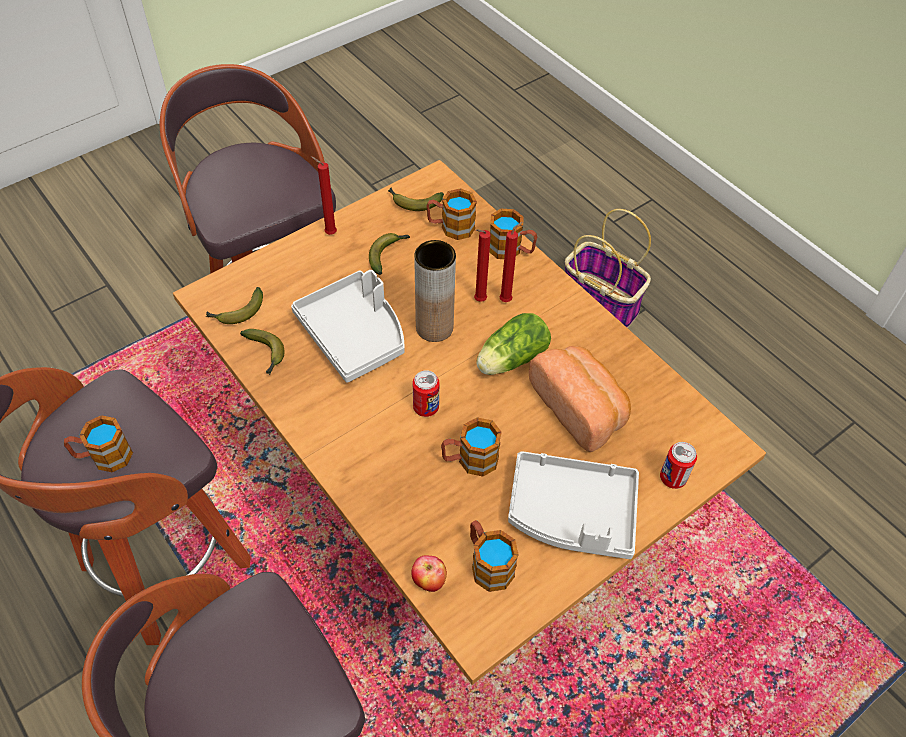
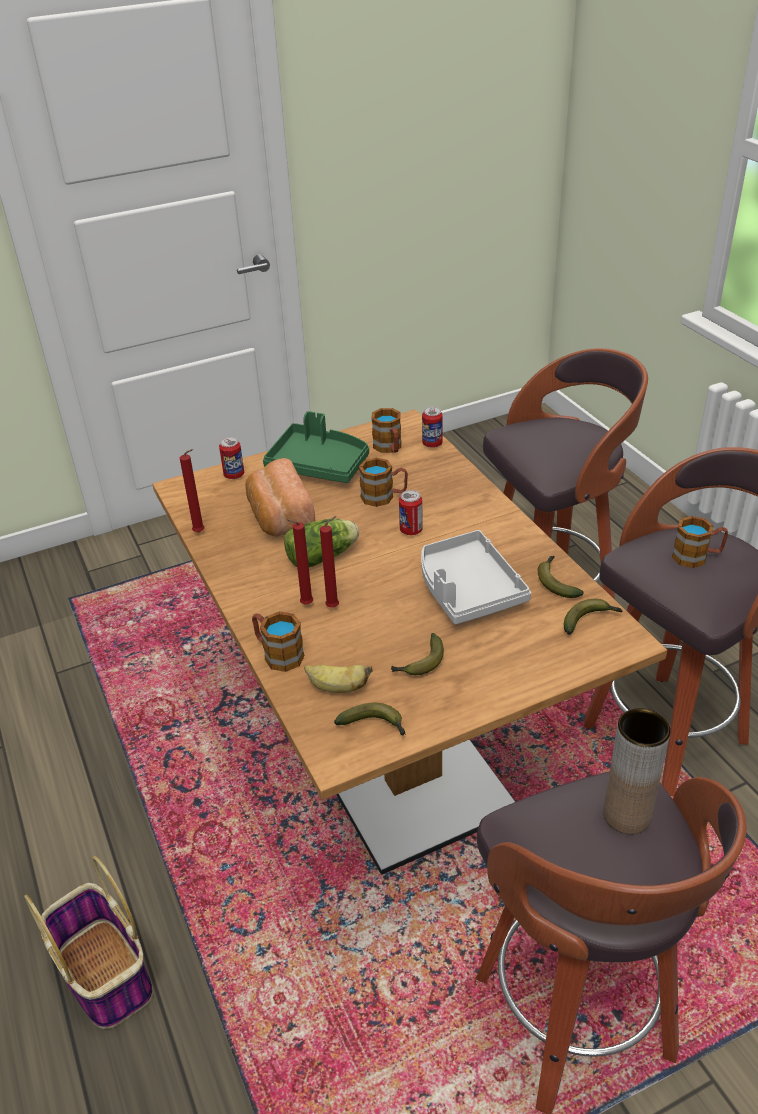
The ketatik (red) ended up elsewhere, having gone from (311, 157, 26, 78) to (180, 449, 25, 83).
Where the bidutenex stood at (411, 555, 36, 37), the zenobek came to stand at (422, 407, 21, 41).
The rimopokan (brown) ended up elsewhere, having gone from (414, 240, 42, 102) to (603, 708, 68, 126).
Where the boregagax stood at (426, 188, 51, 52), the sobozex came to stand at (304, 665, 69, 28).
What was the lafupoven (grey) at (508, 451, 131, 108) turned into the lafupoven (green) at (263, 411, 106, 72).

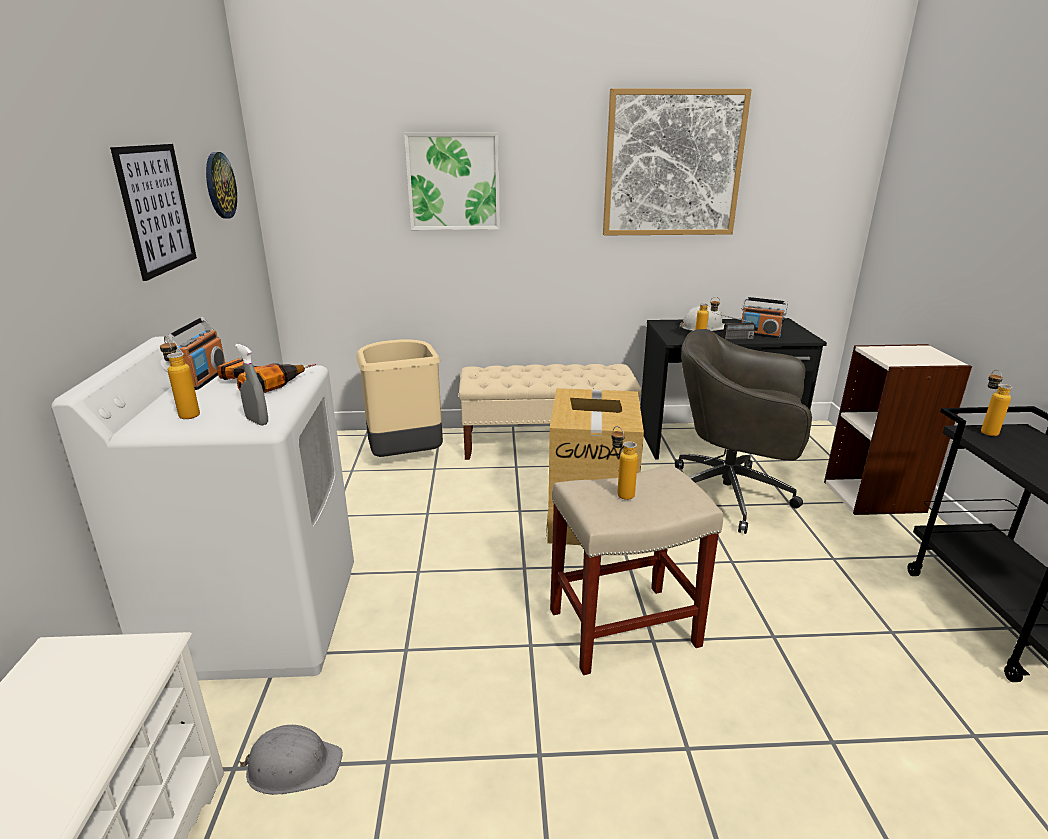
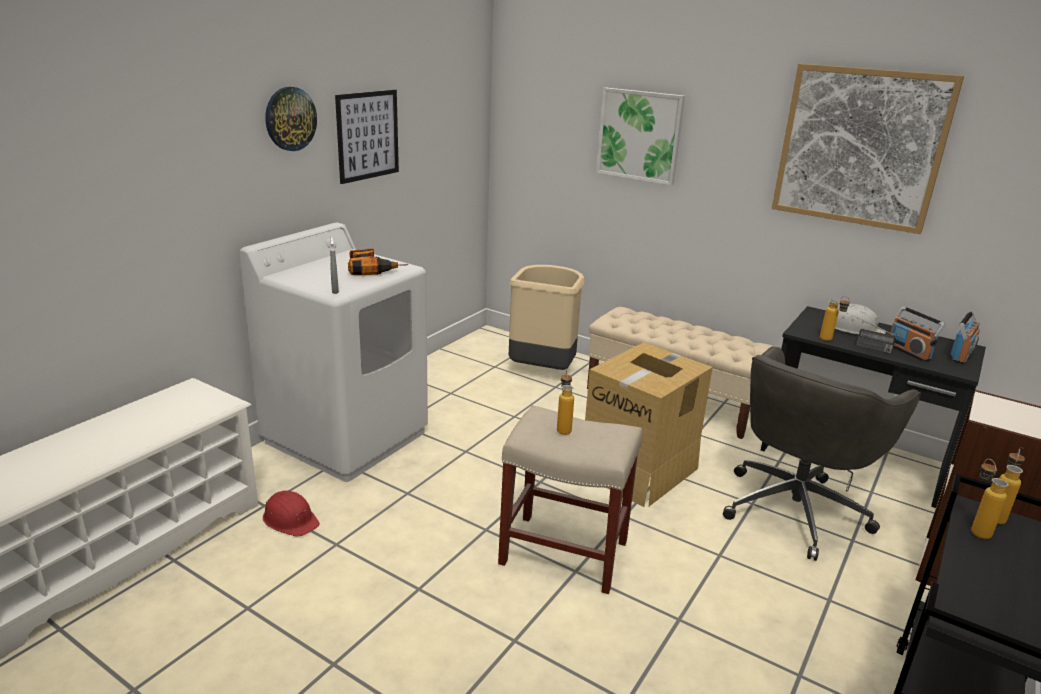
The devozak ended up elsewhere, having gone from (160, 336, 40, 83) to (971, 459, 38, 80).
The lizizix ended up elsewhere, having gone from (165, 317, 60, 73) to (951, 311, 29, 54).
The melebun ended up elsewhere, having gone from (206, 152, 31, 67) to (265, 87, 52, 64).
What was the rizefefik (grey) at (239, 725, 104, 70) turned into the rizefefik (red) at (263, 491, 57, 46).
The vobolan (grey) at (675, 329, 137, 205) ended up facing another way, 105 degrees counterclockwise from before.

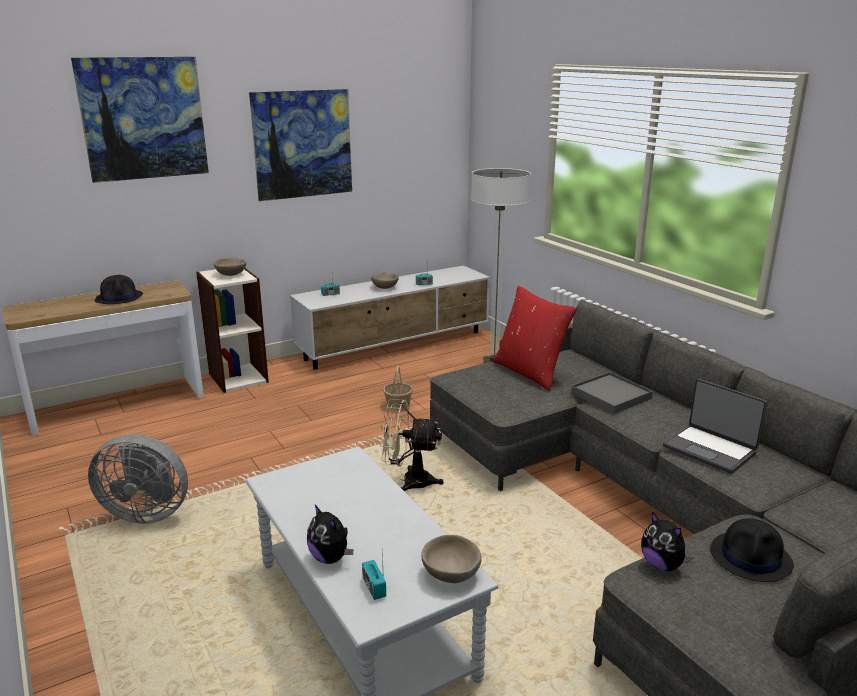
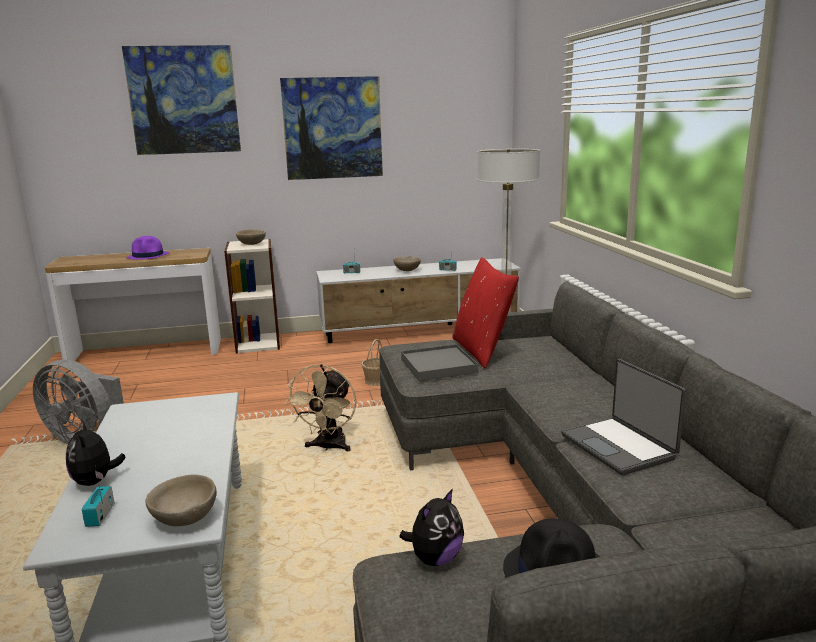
What was the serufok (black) at (95, 275, 48, 29) turned into the serufok (purple) at (126, 236, 43, 23).
The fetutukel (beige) at (380, 399, 64, 92) ended up facing another way, 105 degrees counterclockwise from before.
The lafupoven (grey) ended up elsewhere, having gone from (571, 372, 82, 42) to (401, 344, 77, 37).
The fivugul at (641, 512, 52, 59) ended up facing another way, 120 degrees counterclockwise from before.

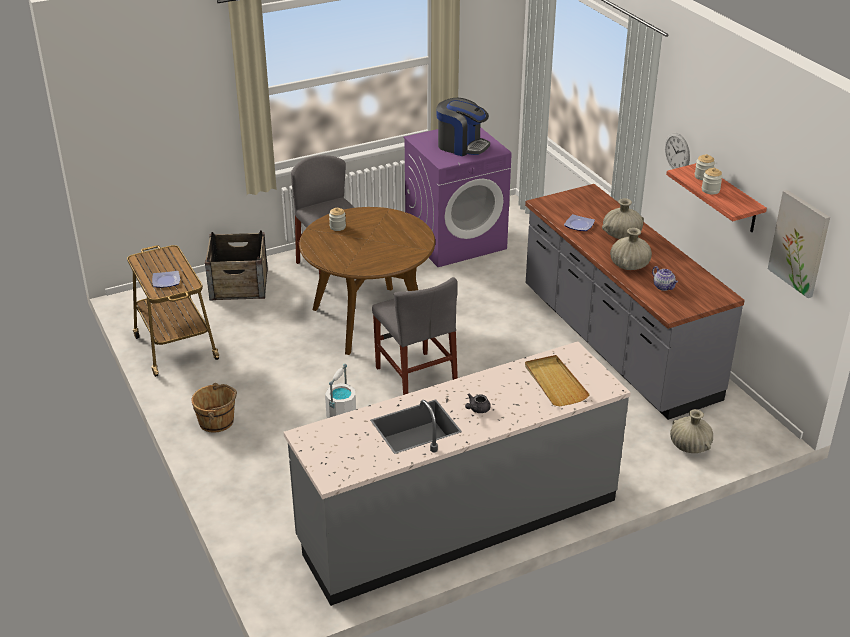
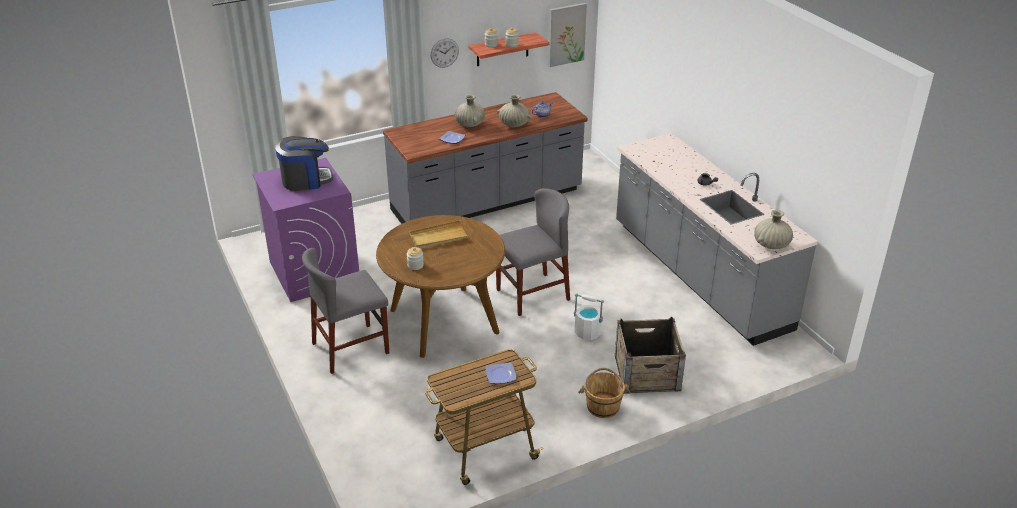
The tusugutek ended up elsewhere, having gone from (205, 230, 63, 70) to (615, 317, 71, 77).
The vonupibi at (436, 98, 54, 58) ended up facing another way, 45 degrees clockwise from before.
The lafupoven (beige) ended up elsewhere, having gone from (525, 355, 65, 51) to (410, 220, 59, 29).
The rimopokan (beige) ended up elsewhere, having gone from (670, 409, 43, 44) to (754, 210, 39, 39).

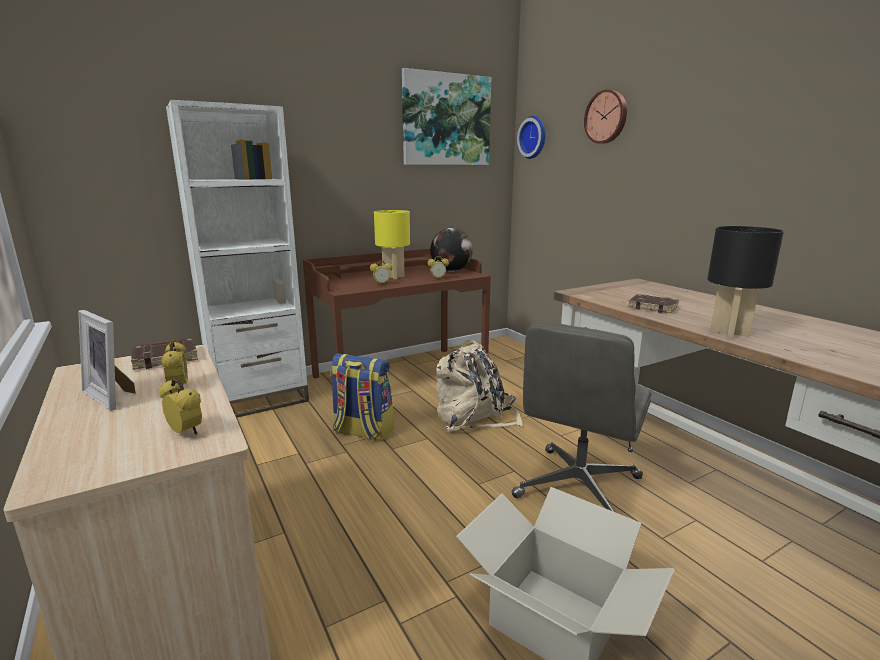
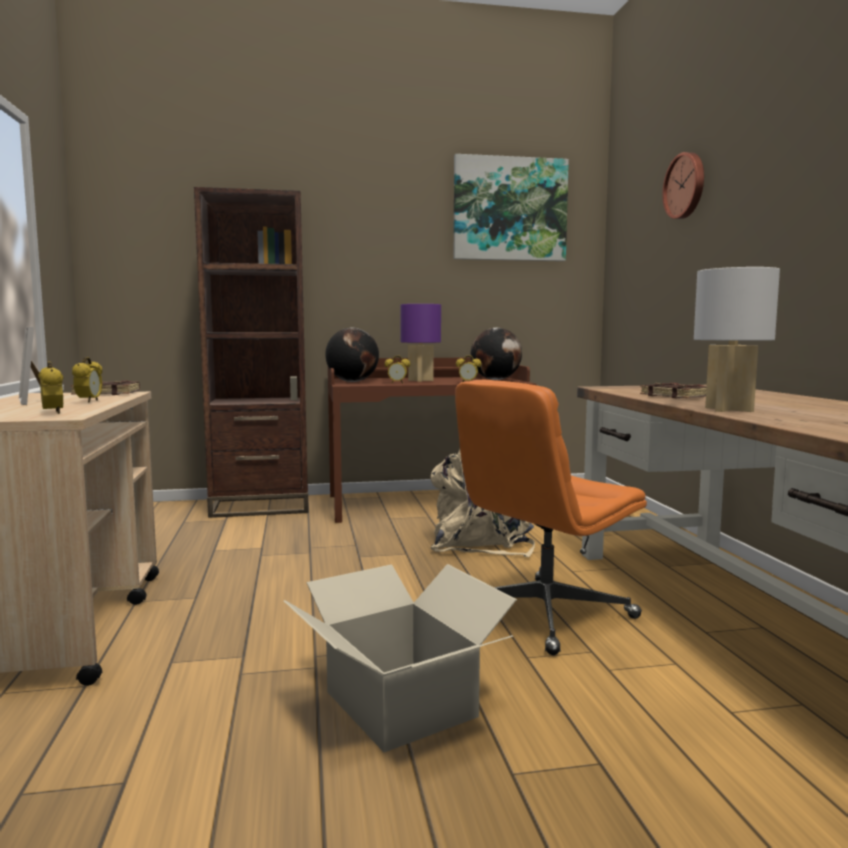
What was the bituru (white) at (166, 100, 143, 318) turned into the bituru (brown) at (194, 187, 115, 331).
The second view lost the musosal at (330, 353, 63, 88).
What was the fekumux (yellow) at (374, 210, 36, 69) turned into the fekumux (purple) at (400, 304, 41, 78).
What was the vobolan (grey) at (512, 322, 139, 191) turned into the vobolan (orange) at (455, 380, 192, 275).
The second view lost the melebun at (517, 116, 29, 43).
What was the fekumux (black) at (707, 226, 77, 113) turned into the fekumux (white) at (694, 267, 86, 145).
The second view gained the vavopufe at (325, 327, 54, 55).

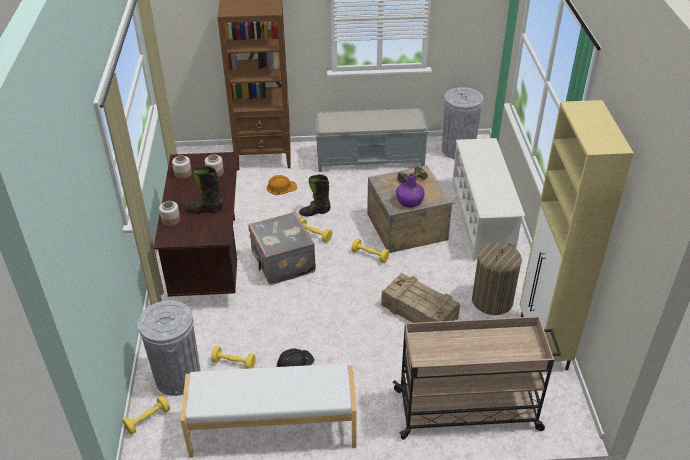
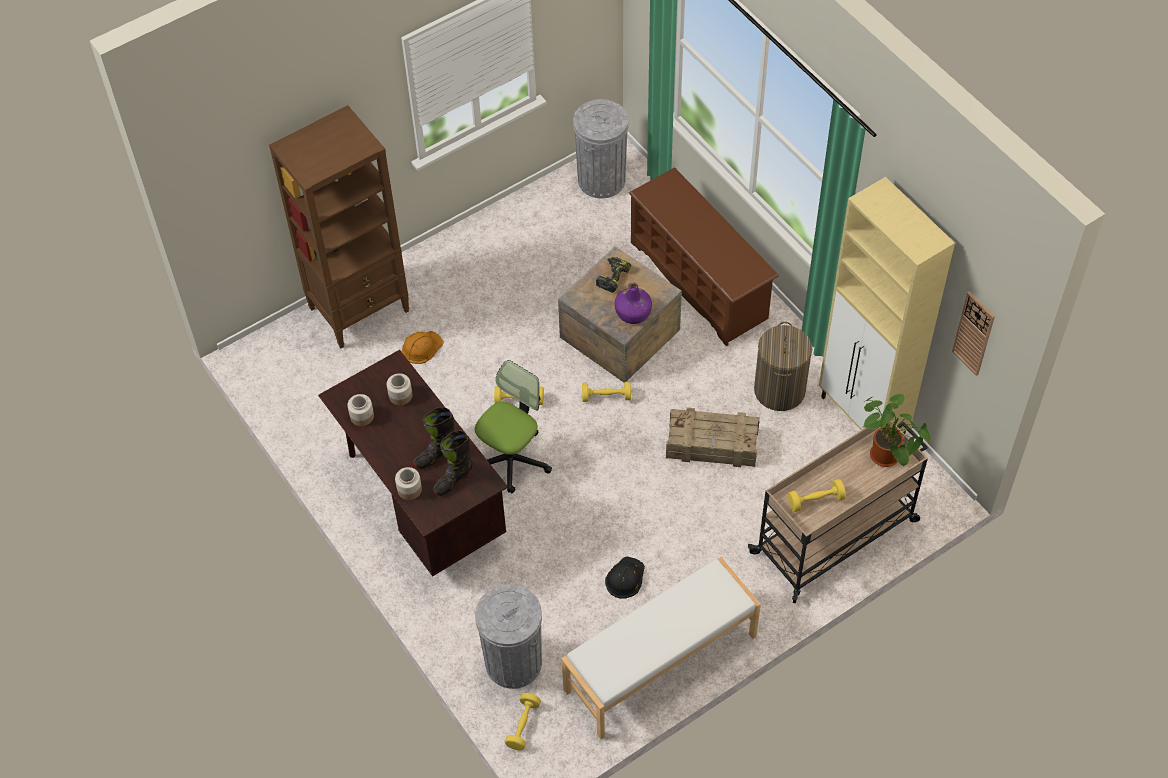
The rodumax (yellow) ended up elsewhere, having gone from (211, 346, 45, 23) to (788, 479, 58, 33).
Where the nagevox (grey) stood at (248, 212, 68, 73), the vobolan came to stand at (475, 360, 77, 133).
The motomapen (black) ended up elsewhere, having gone from (299, 174, 32, 42) to (433, 430, 40, 66).
The second view lost the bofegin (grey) at (315, 108, 114, 64).
What was the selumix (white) at (452, 138, 73, 123) turned into the selumix (brown) at (629, 168, 150, 178).
The second view gained the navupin at (862, 394, 69, 73).
The second view gained the melebun at (952, 291, 43, 85).

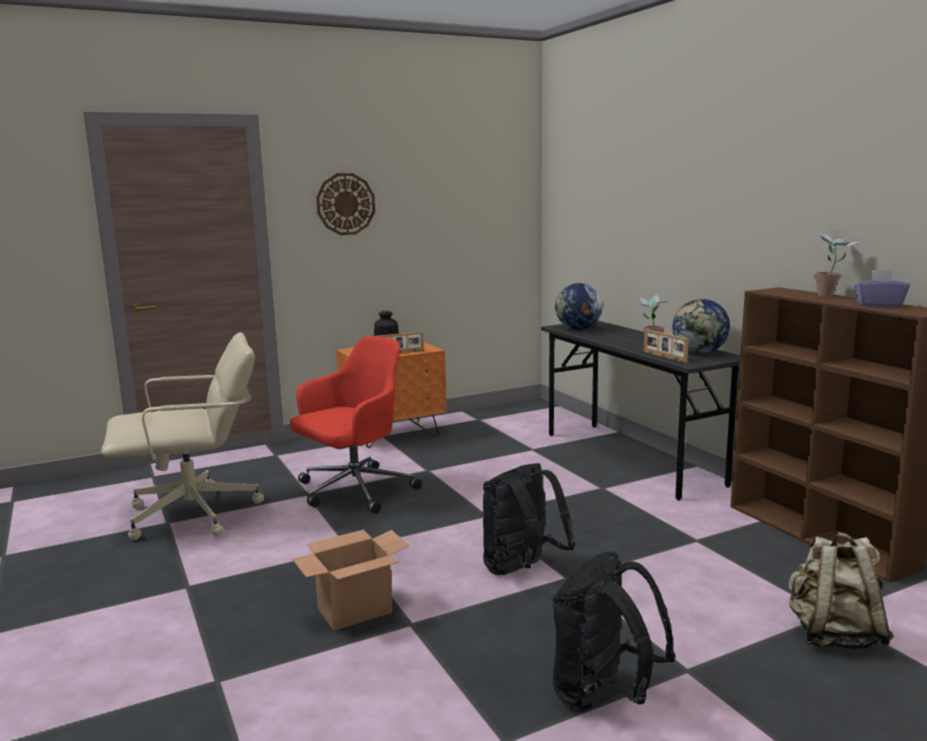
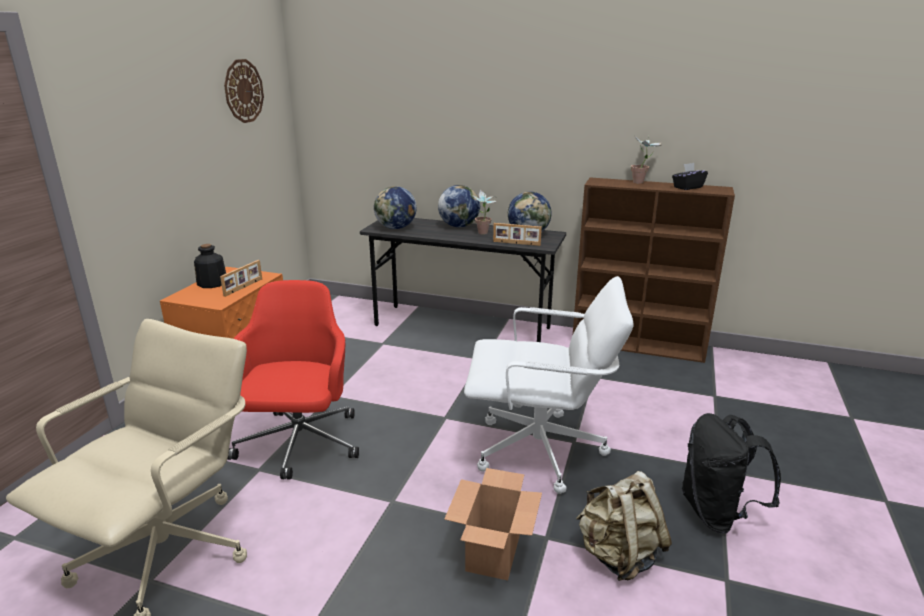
The melebun ended up elsewhere, having gone from (316, 173, 59, 62) to (224, 59, 40, 64).
Where the musosal (black) stood at (483, 463, 92, 112), the vobolan (white) came to stand at (464, 276, 169, 218).
The musosal (beige) ended up elsewhere, having gone from (788, 532, 106, 118) to (576, 471, 96, 110).
What was the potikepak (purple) at (854, 270, 56, 37) turned into the potikepak (black) at (672, 163, 36, 27).
The second view gained the vavopufe at (438, 185, 42, 42).

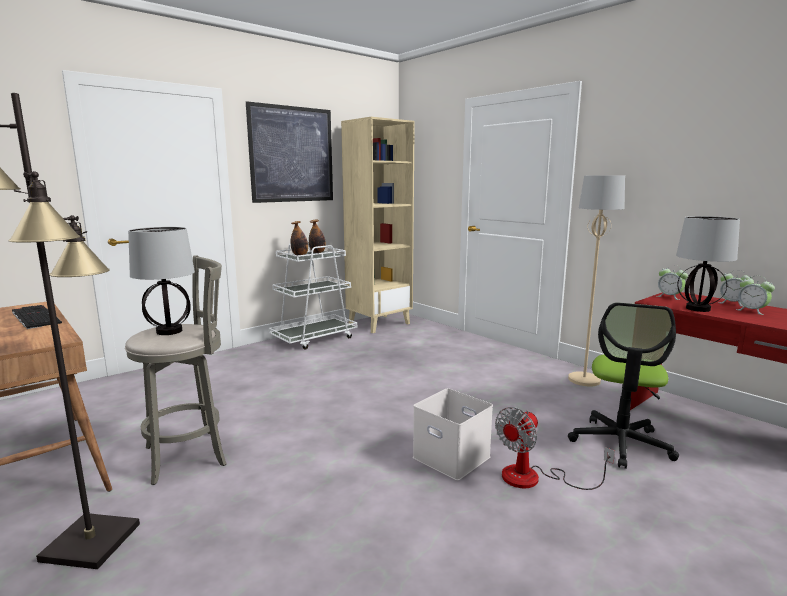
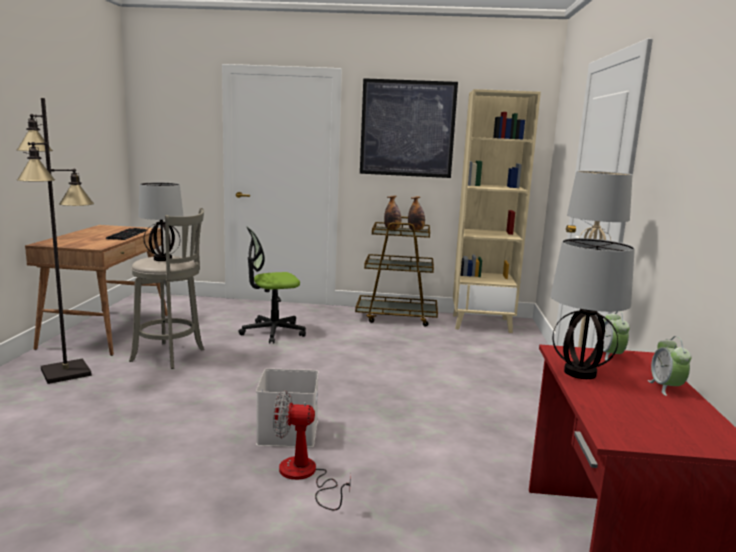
What was the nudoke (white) at (269, 242, 88, 108) turned into the nudoke (brown) at (355, 217, 83, 110).
The vobolan ended up elsewhere, having gone from (568, 302, 111, 167) to (239, 227, 67, 117).
The second view lost the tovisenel at (735, 276, 40, 39).

